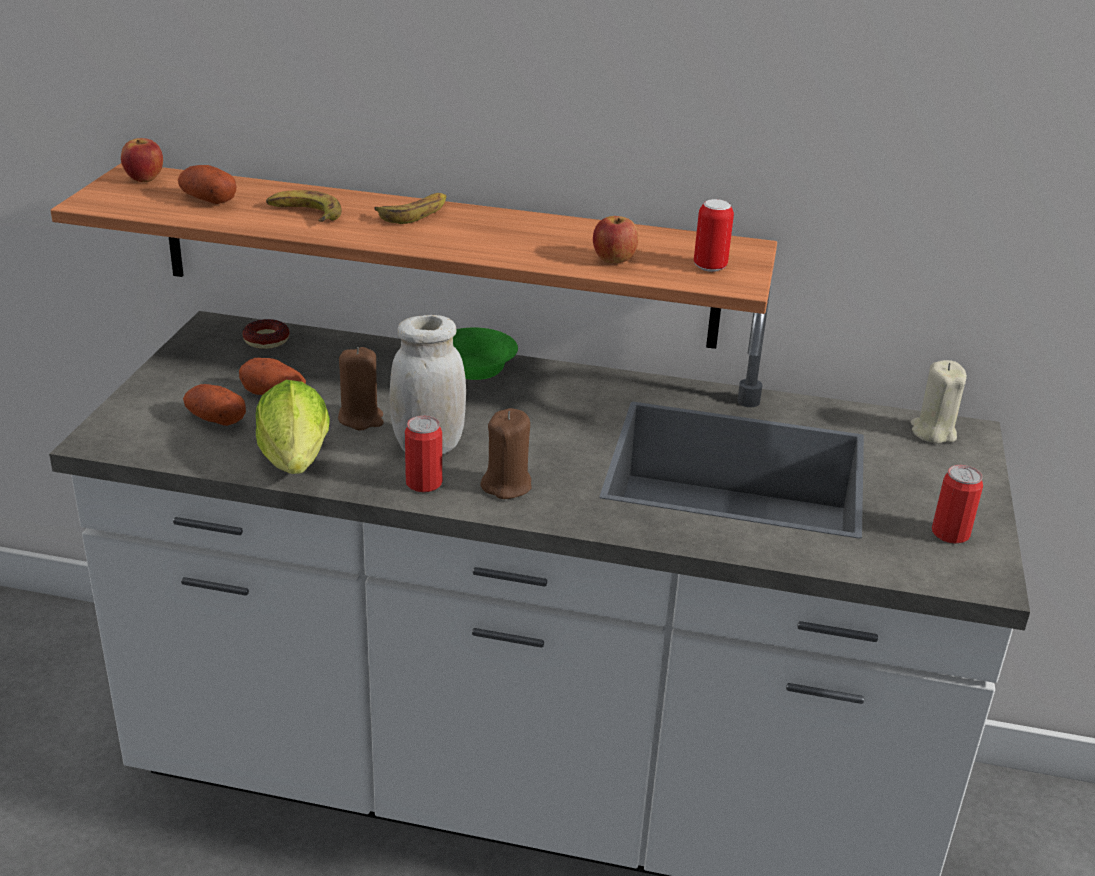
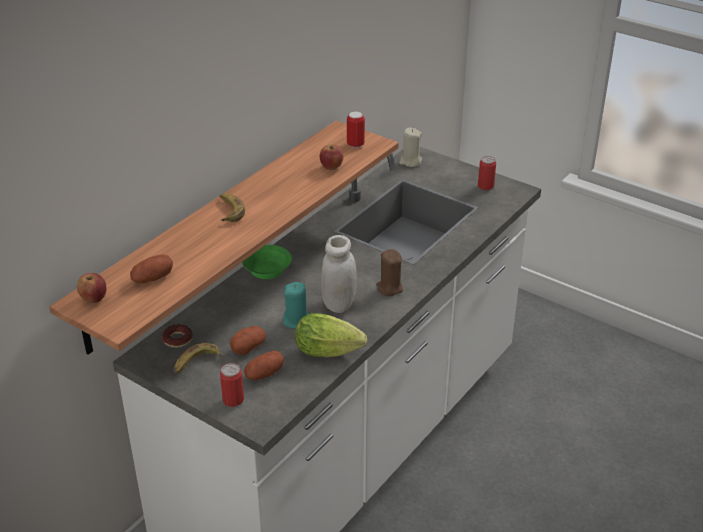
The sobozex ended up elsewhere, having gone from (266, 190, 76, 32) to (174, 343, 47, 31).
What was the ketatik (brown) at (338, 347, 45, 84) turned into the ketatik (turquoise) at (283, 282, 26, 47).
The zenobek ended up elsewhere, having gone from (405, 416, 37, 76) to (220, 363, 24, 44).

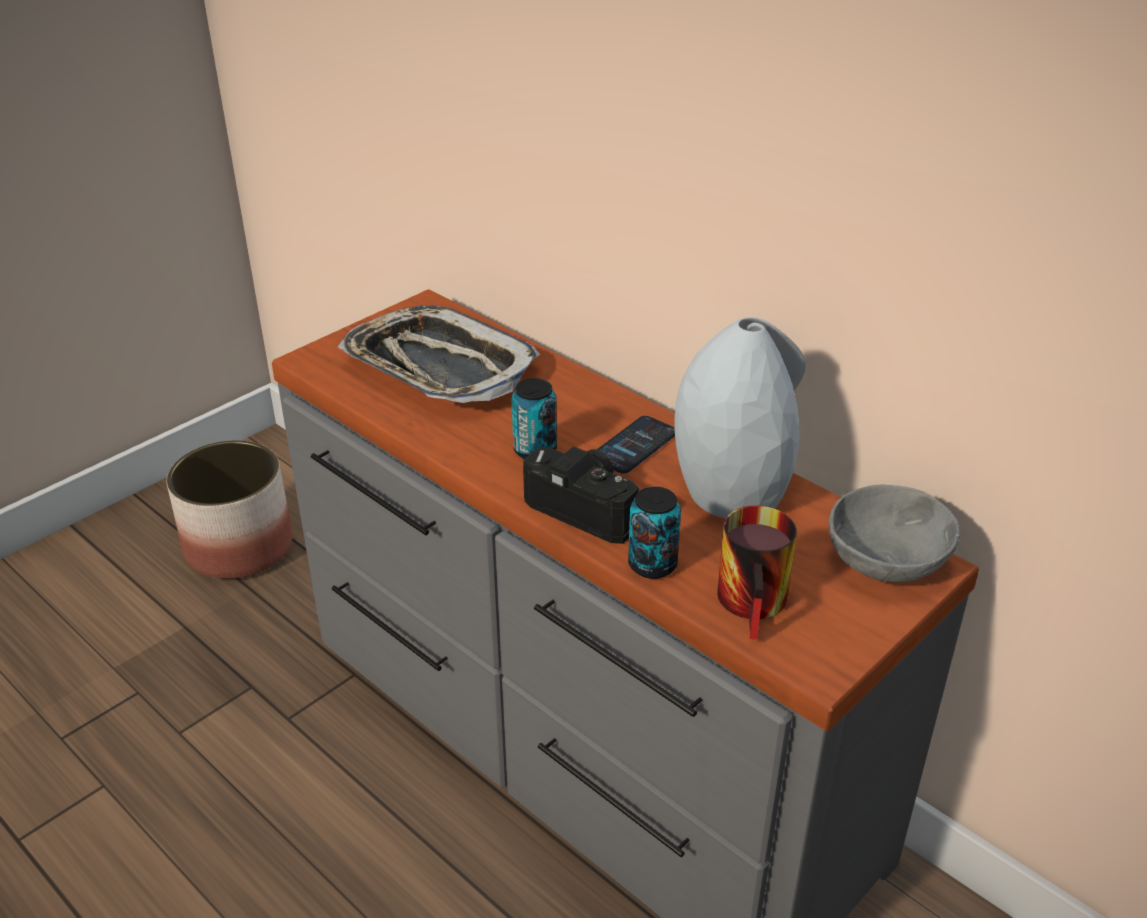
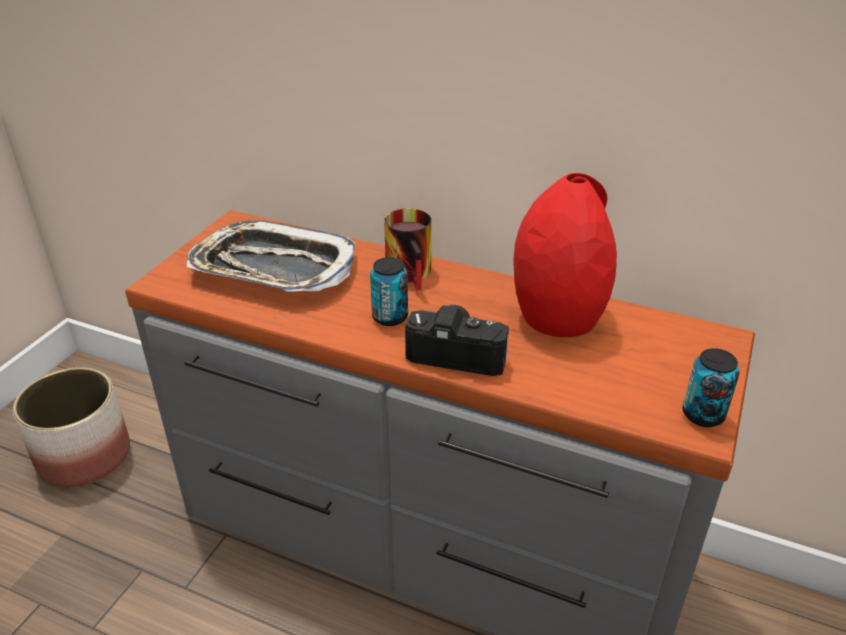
The second view lost the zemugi at (597, 416, 78, 58).
The zenobek ended up elsewhere, having gone from (628, 486, 53, 93) to (682, 348, 57, 79).
What was the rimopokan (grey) at (674, 317, 132, 202) turned into the rimopokan (red) at (513, 173, 104, 164).
The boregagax ended up elsewhere, having gone from (717, 505, 80, 135) to (384, 208, 47, 82).
The second view lost the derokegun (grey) at (829, 485, 131, 97).

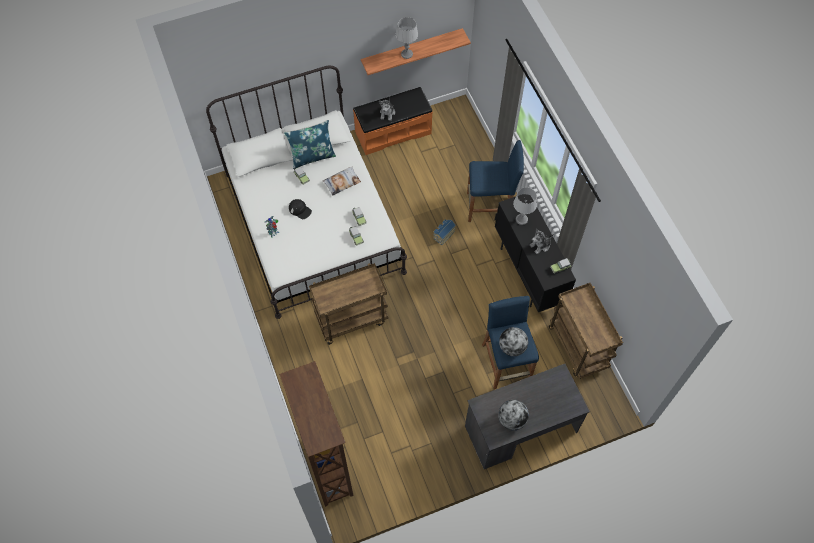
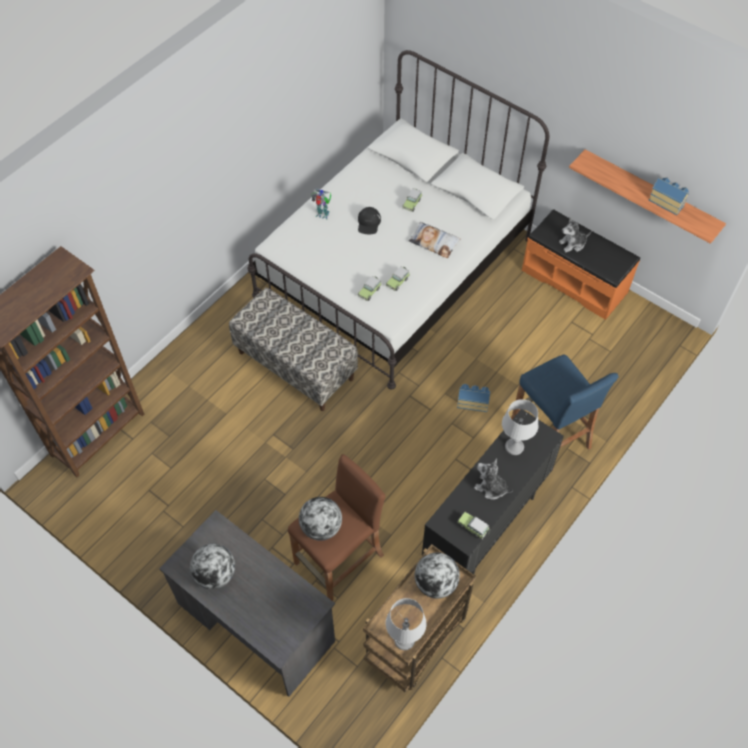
The second view lost the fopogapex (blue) at (284, 120, 52, 49).
Where the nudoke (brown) stood at (309, 263, 79, 82), the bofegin came to stand at (229, 288, 129, 123).
The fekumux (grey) ended up elsewhere, having gone from (396, 17, 22, 42) to (386, 598, 40, 52).
What was the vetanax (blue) at (482, 296, 57, 93) turned into the vetanax (brown) at (288, 454, 97, 147).
The second view gained the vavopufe at (415, 553, 45, 46).
The second view gained the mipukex at (649, 178, 40, 37).

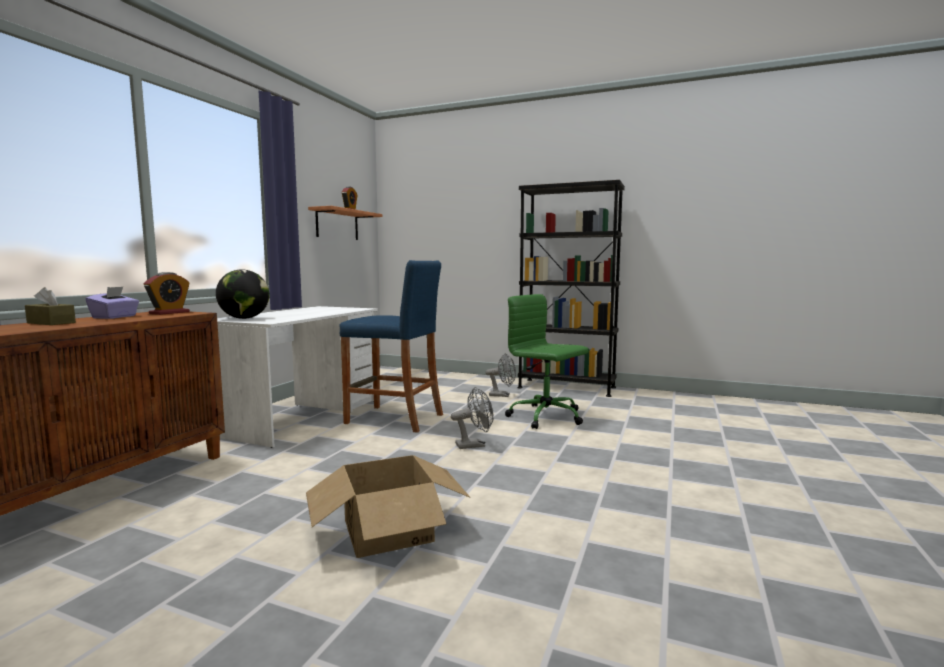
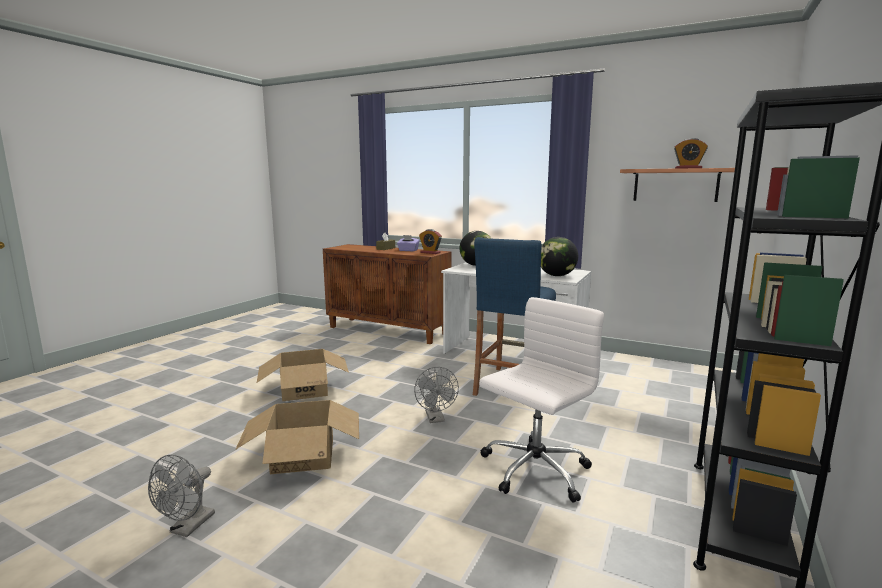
The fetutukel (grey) ended up elsewhere, having gone from (485, 353, 31, 44) to (148, 455, 67, 82).
What was the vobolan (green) at (505, 294, 84, 135) turned into the vobolan (white) at (479, 297, 125, 206).
The second view gained the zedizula at (235, 400, 124, 74).
The second view gained the vavopufe at (541, 237, 37, 39).

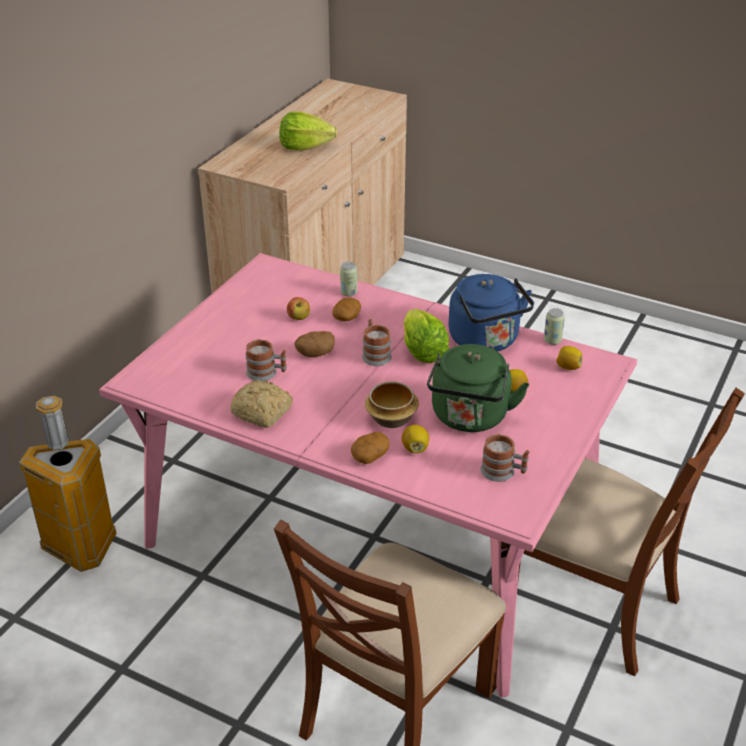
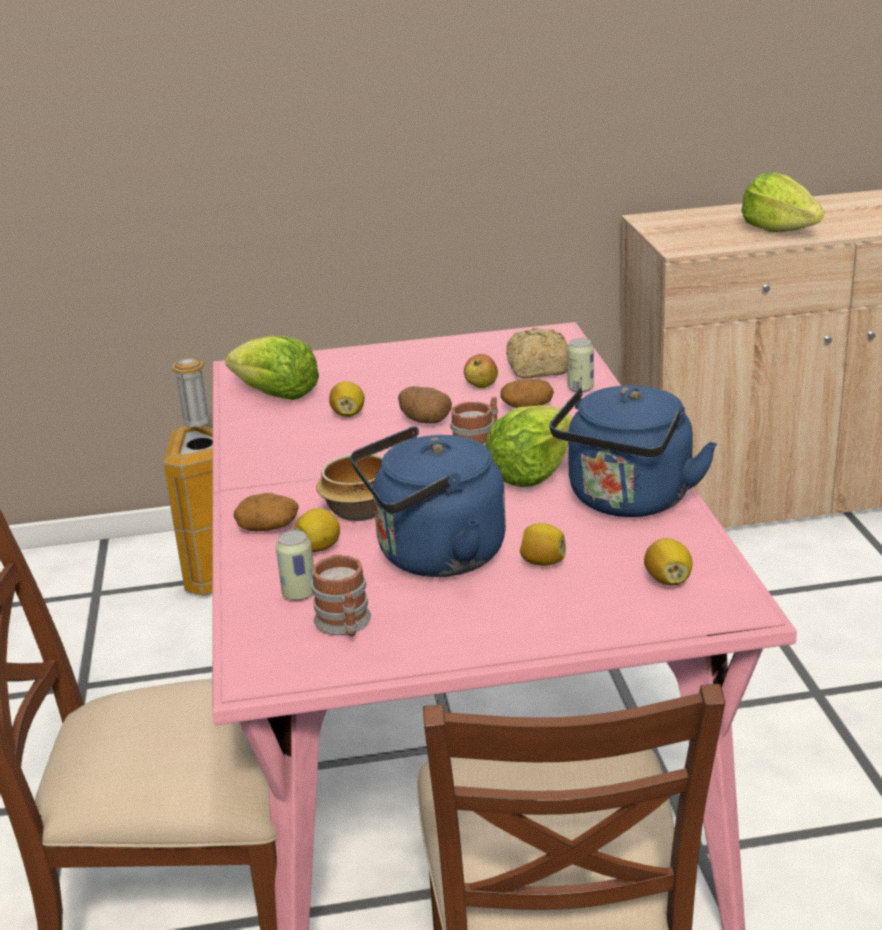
The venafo ended up elsewhere, having gone from (230, 380, 63, 48) to (506, 328, 63, 50).
Where the boregagax stood at (246, 339, 41, 42), the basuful came to stand at (329, 381, 36, 36).
What was the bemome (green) at (427, 344, 102, 88) turned into the bemome (blue) at (350, 426, 156, 151).
The zenobek ended up elsewhere, having gone from (544, 308, 21, 37) to (276, 530, 38, 71).
The second view gained the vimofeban at (225, 335, 94, 65).

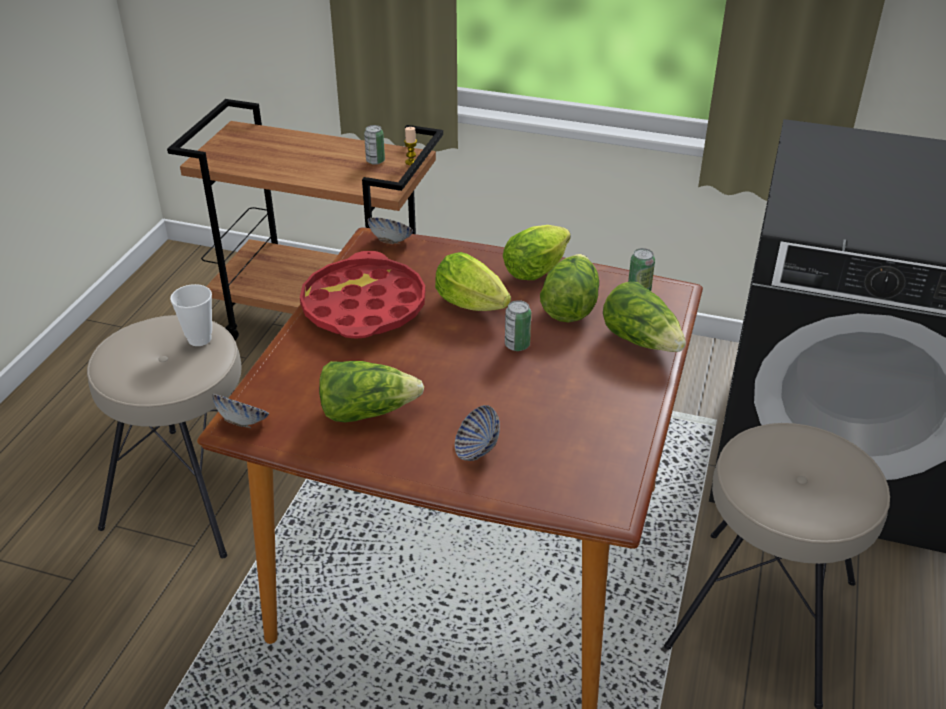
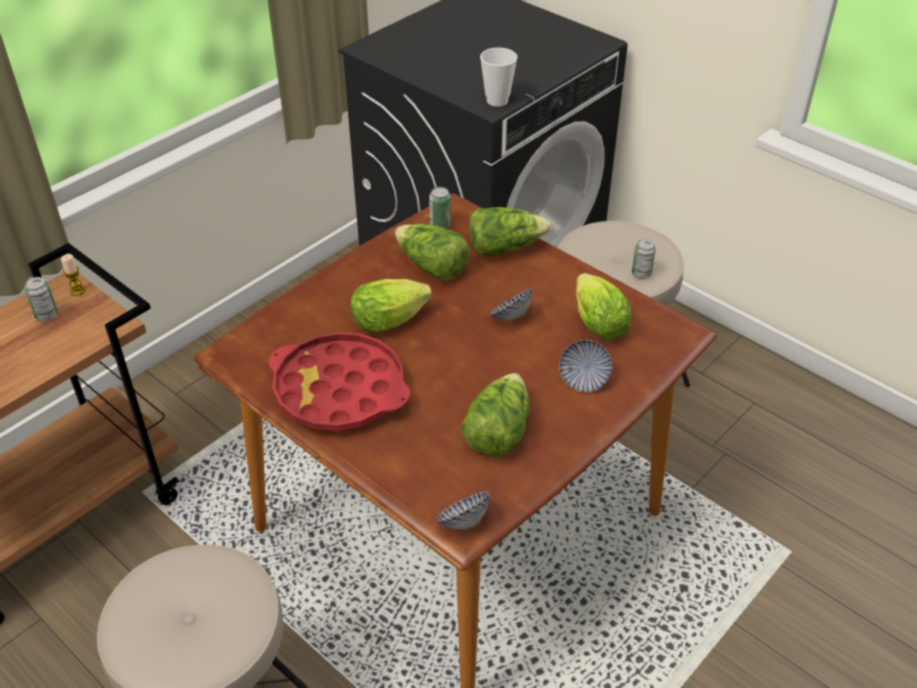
The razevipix ended up elsewhere, having gone from (170, 284, 42, 62) to (480, 48, 37, 59).
The derokegun ended up elsewhere, having gone from (368, 218, 45, 26) to (490, 288, 42, 33).
The vimofeban ended up elsewhere, having gone from (503, 225, 68, 55) to (576, 273, 55, 67).
The zenobek ended up elsewhere, having gone from (505, 300, 26, 51) to (632, 239, 24, 40).

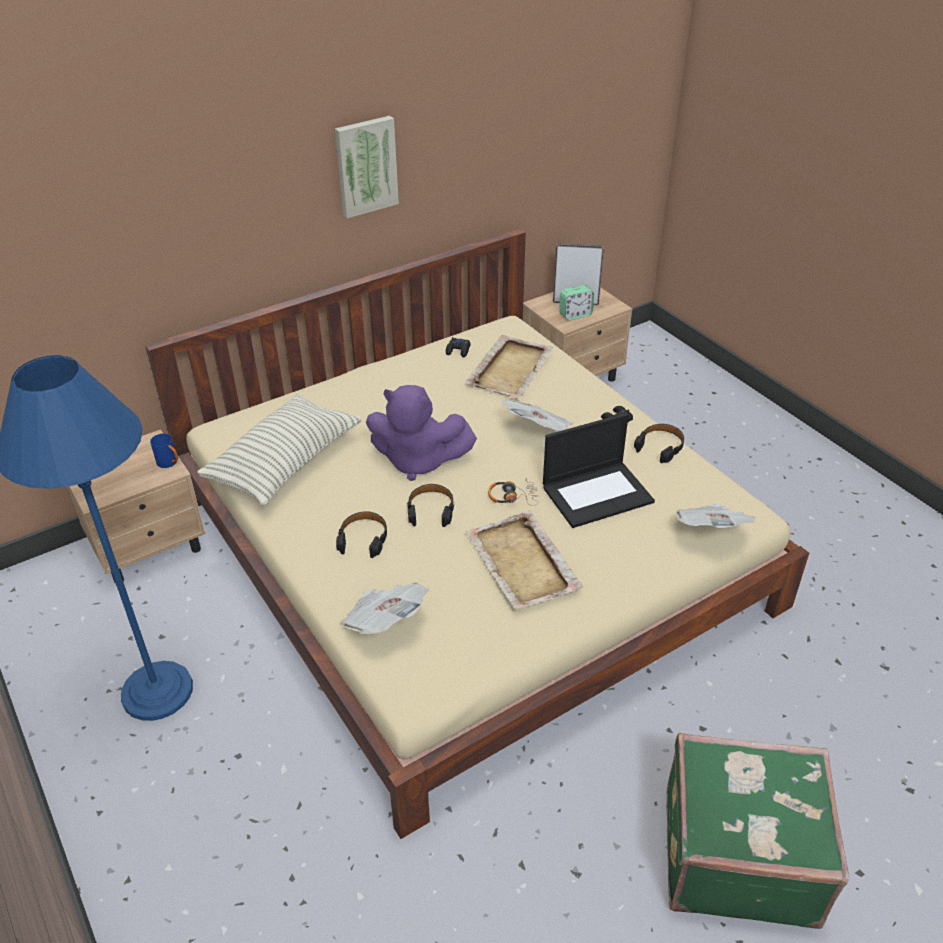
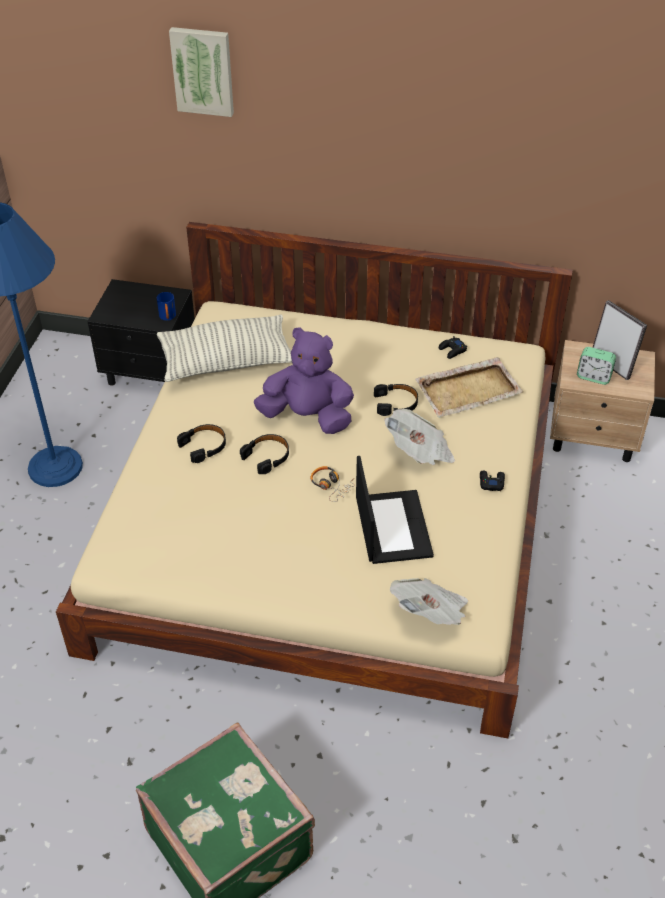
What was the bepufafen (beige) at (67, 429, 139, 155) turned into the bepufafen (black) at (87, 279, 108, 107).
The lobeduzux ended up elsewhere, having gone from (335, 116, 64, 103) to (169, 27, 65, 90).
The second view lost the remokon at (340, 583, 89, 51).
The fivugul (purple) at (366, 385, 111, 96) ended up facing another way, 135 degrees clockwise from before.
The second view lost the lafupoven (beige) at (465, 511, 118, 99).
The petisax at (543, 413, 112, 115) ended up facing another way, 120 degrees counterclockwise from before.
The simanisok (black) ended up elsewhere, having gone from (634, 424, 50, 39) to (374, 384, 44, 32).

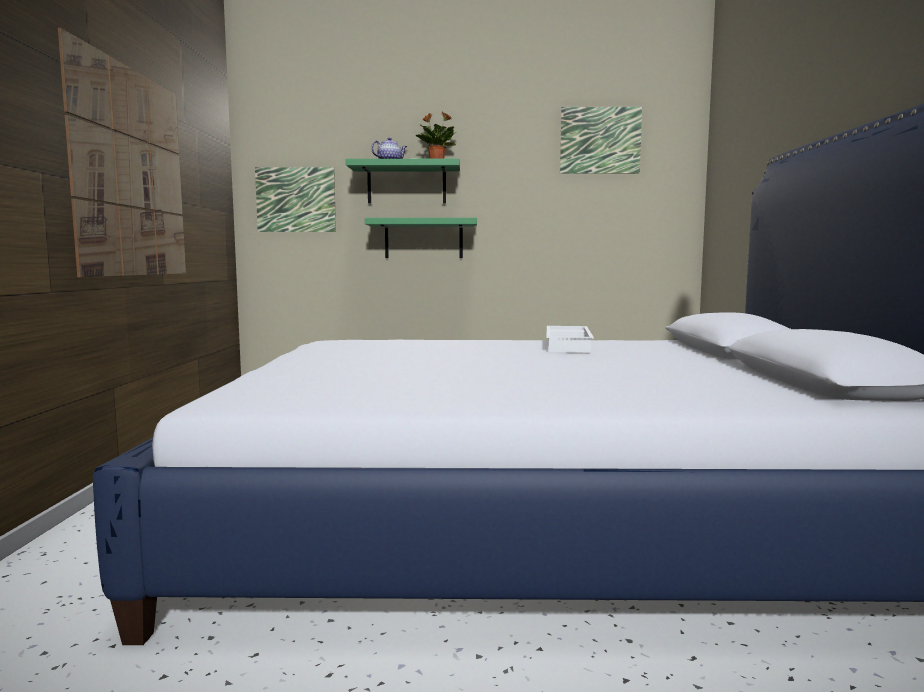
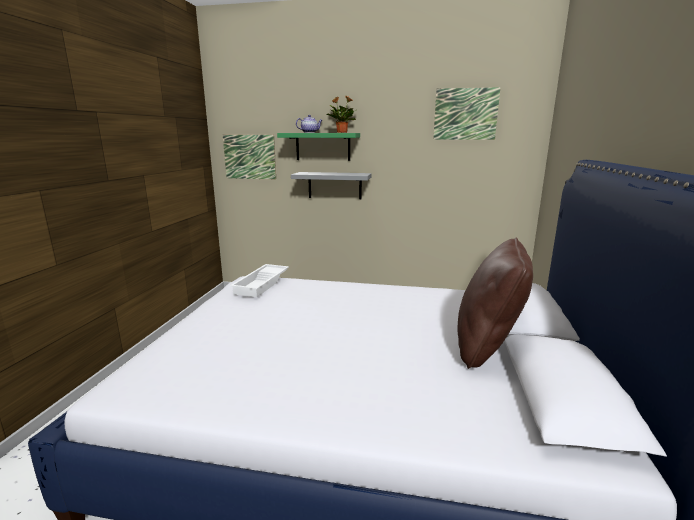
The second view lost the lobeduzux at (58, 28, 128, 249).
What was the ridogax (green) at (365, 218, 112, 40) turned into the ridogax (grey) at (291, 172, 80, 27).
The lafupoven (white) ended up elsewhere, having gone from (547, 326, 47, 26) to (230, 264, 59, 33).
The second view gained the fopogapex (brown) at (458, 238, 75, 131).

